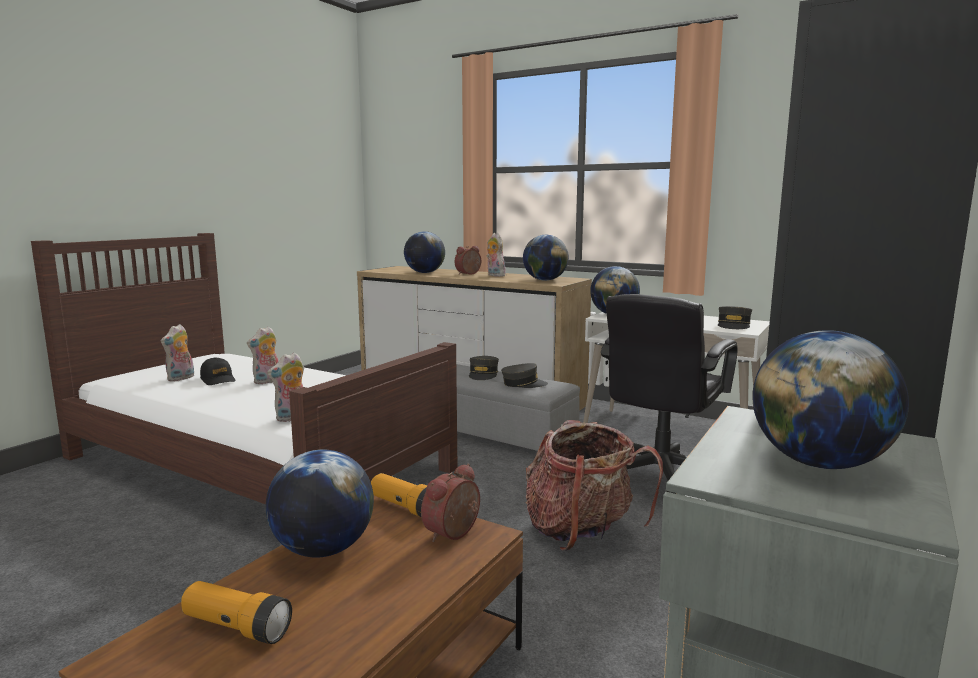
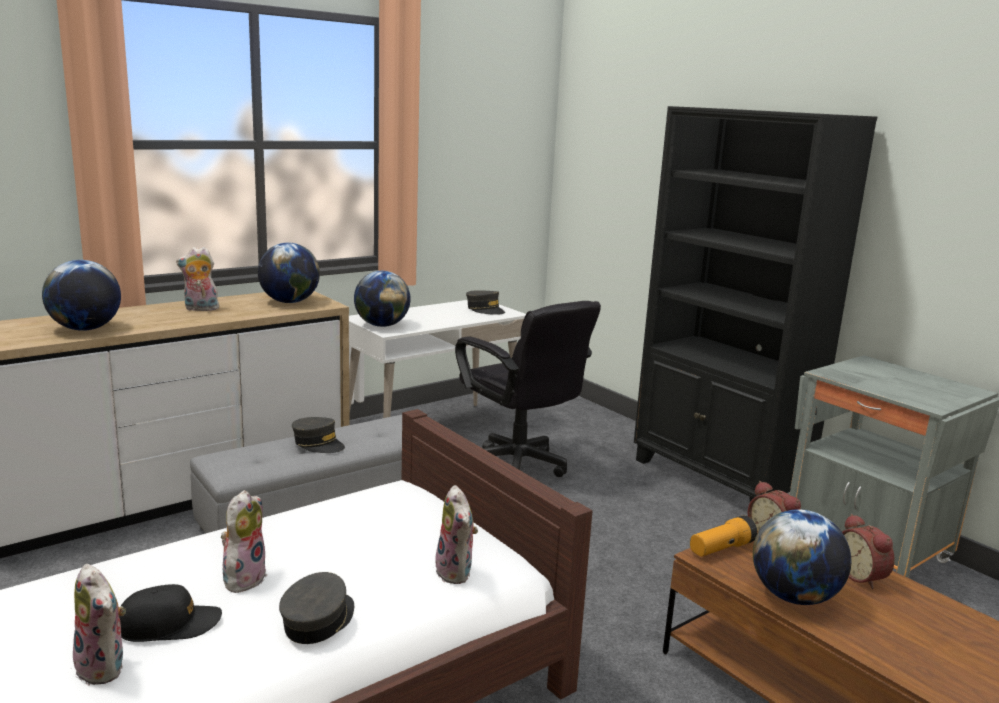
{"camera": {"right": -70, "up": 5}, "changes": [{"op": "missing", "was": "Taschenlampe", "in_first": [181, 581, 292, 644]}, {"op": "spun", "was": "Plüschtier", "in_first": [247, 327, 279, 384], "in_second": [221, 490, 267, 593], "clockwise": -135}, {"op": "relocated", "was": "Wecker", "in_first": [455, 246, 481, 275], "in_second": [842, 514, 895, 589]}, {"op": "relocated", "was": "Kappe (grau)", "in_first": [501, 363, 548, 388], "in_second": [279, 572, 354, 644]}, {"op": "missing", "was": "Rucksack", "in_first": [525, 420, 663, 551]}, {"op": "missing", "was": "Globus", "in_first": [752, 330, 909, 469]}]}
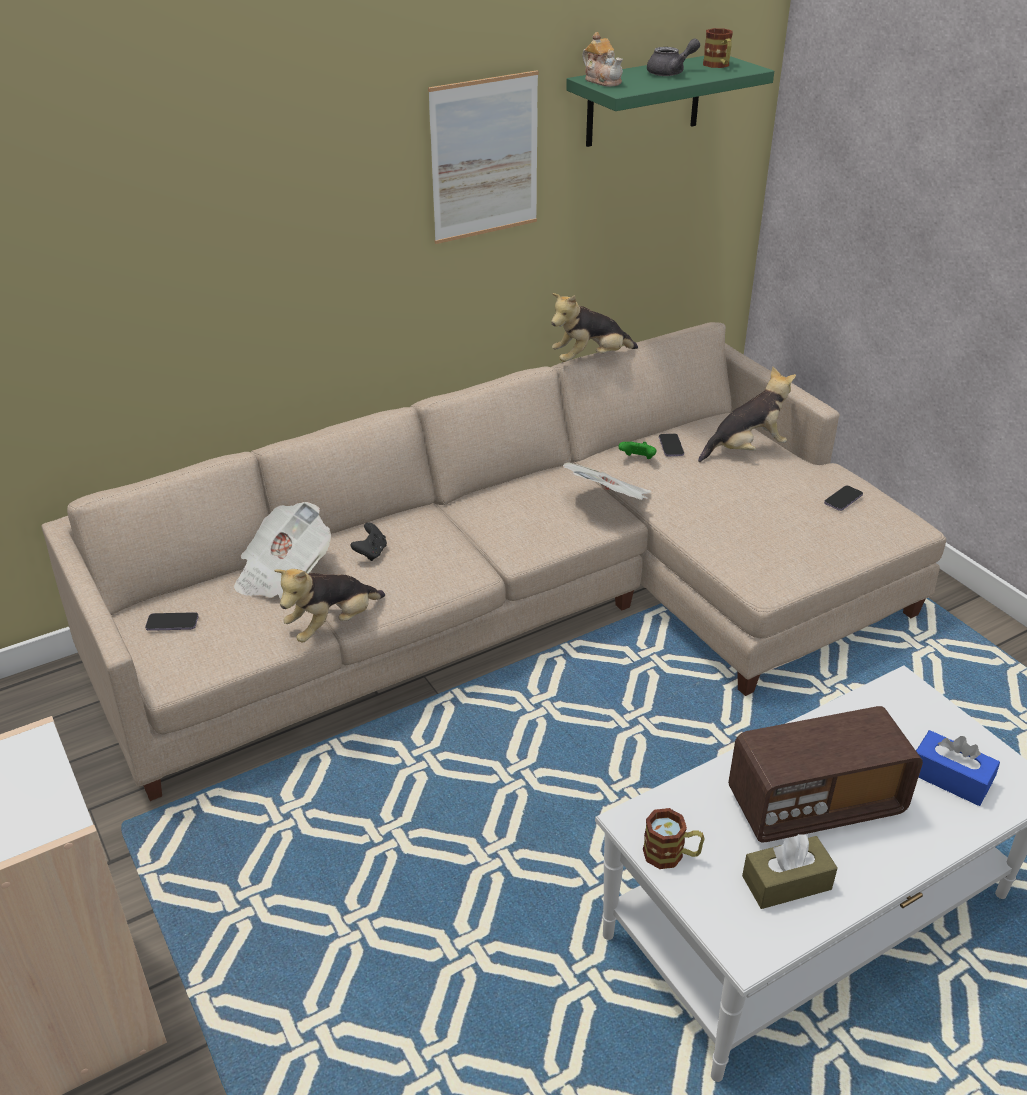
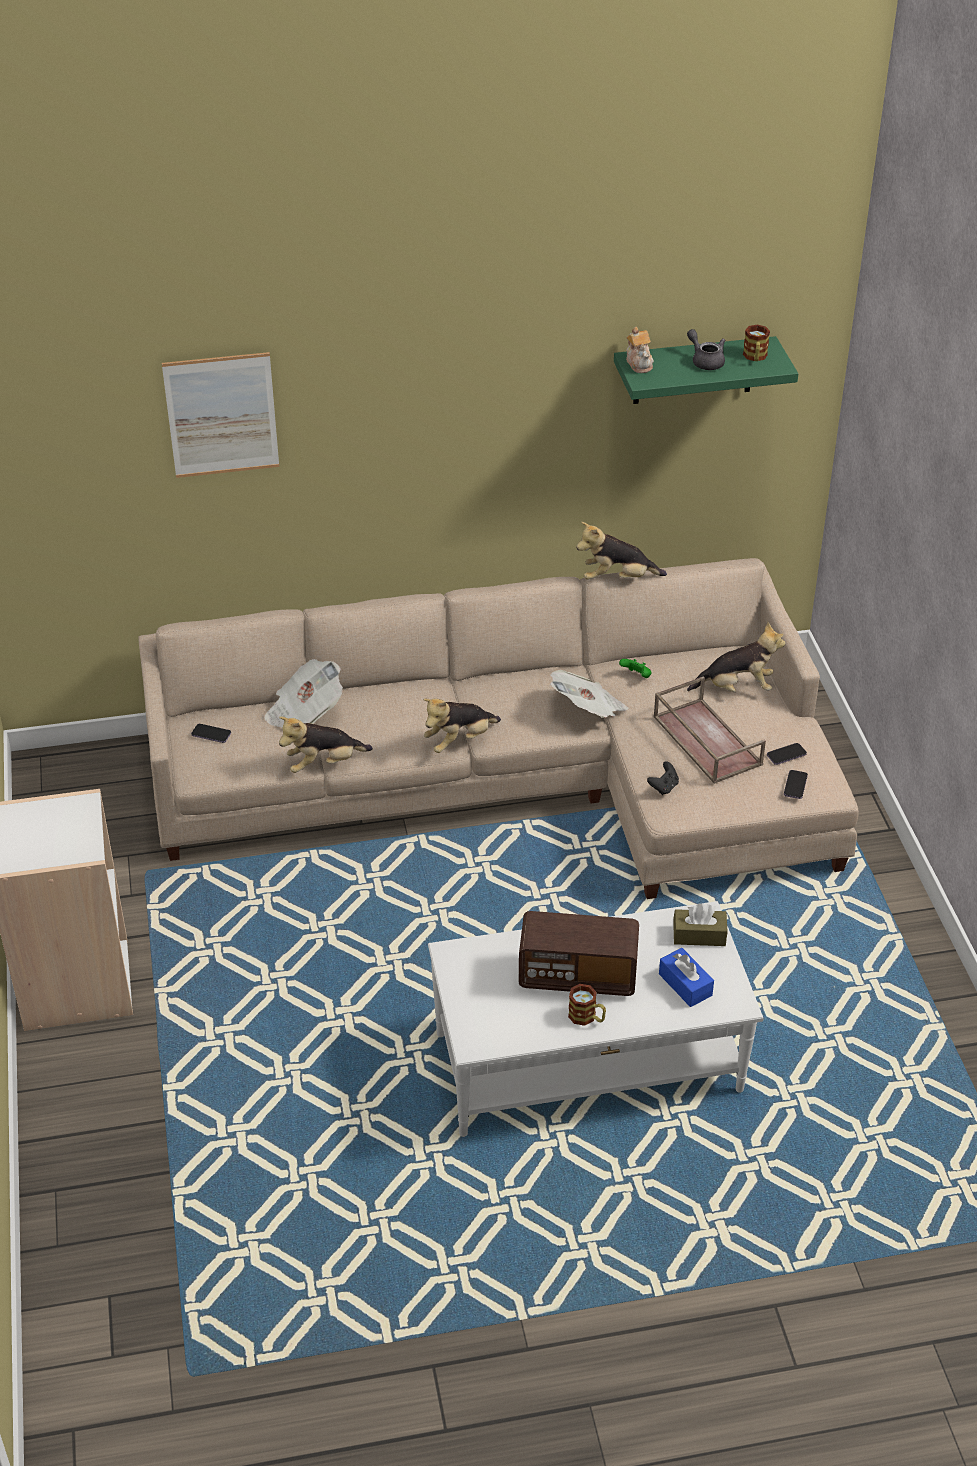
{"camera": {"right": 20, "up": 5}, "changes": [{"op": "relocated", "was": "Gamepad (schwarz)", "in_first": [350, 522, 387, 561], "in_second": [647, 761, 679, 795]}, {"op": "relocated", "was": "Bild", "in_first": [428, 70, 539, 244], "in_second": [162, 352, 279, 478]}, {"op": "relocated", "was": "Henkelbecher", "in_first": [643, 808, 705, 869], "in_second": [568, 984, 606, 1026]}, {"op": "spun", "was": "Teekanne (grau)", "in_first": [647, 38, 700, 76], "in_second": [687, 329, 725, 370], "clockwise": -120}, {"op": "relocated", "was": "Handy", "in_first": [659, 434, 684, 456], "in_second": [784, 770, 808, 799]}, {"op": "relocated", "was": "Taschentuchbox (braun)", "in_first": [742, 834, 838, 909], "in_second": [673, 903, 727, 946]}, {"op": "appeared", "now": "Plüschtier", "in_second": [423, 698, 501, 753]}, {"op": "appeared", "now": "Tablett (braun)", "in_second": [653, 676, 766, 784]}]}
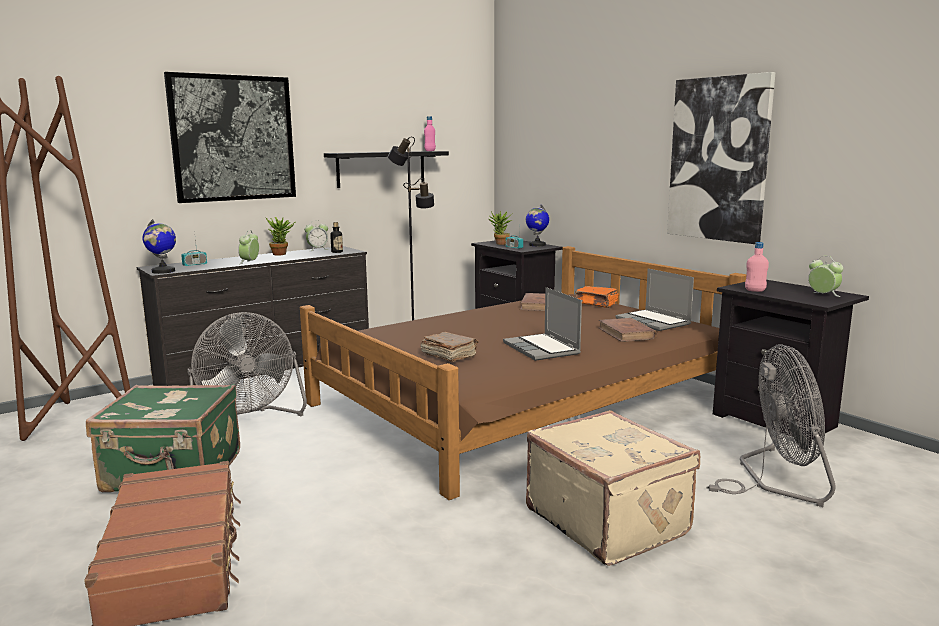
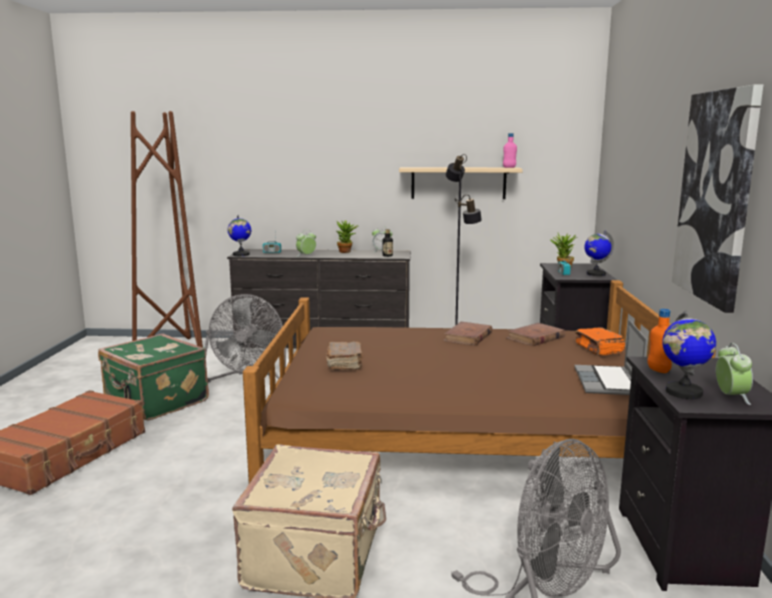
{"camera": {"right": 40, "up": 0}, "changes": [{"op": "missing", "was": "Bild", "in_first": [164, 72, 296, 203]}, {"op": "colour", "was": "Wandregal (schwarz)", "now": "Wandregal (beige)", "in_first": [324, 151, 449, 188], "in_second": [399, 167, 523, 199]}, {"op": "missing", "was": "Laptop", "in_first": [503, 287, 582, 361]}, {"op": "relocated", "was": "Buch (braun)", "in_first": [598, 318, 657, 342], "in_second": [443, 322, 492, 345]}, {"op": "colour", "was": "Flasche (rosa)", "now": "Flasche (orange)", "in_first": [745, 242, 769, 292], "in_second": [648, 309, 672, 373]}, {"op": "appeared", "now": "Globus", "in_second": [662, 310, 716, 399]}]}
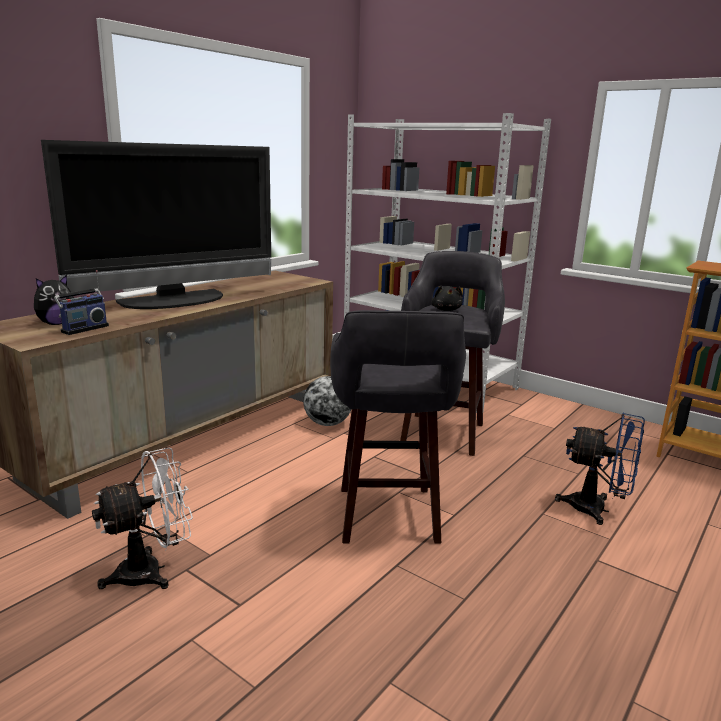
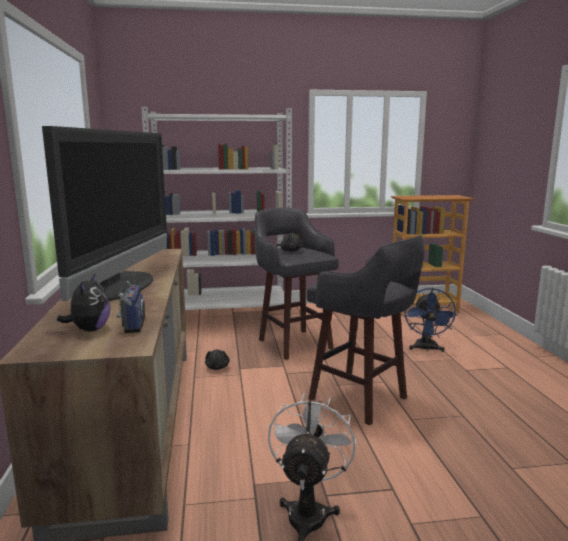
{"camera": {"right": -45, "up": -5}, "changes": [{"op": "exchanged", "was": "Globus", "now": "Plüschtier (schwarz)", "in_first": [303, 376, 352, 426], "in_second": [205, 350, 230, 370]}, {"op": "spun", "was": "Ventilator (blau)", "in_first": [555, 413, 645, 525], "in_second": [404, 288, 457, 352], "clockwise": 120}]}
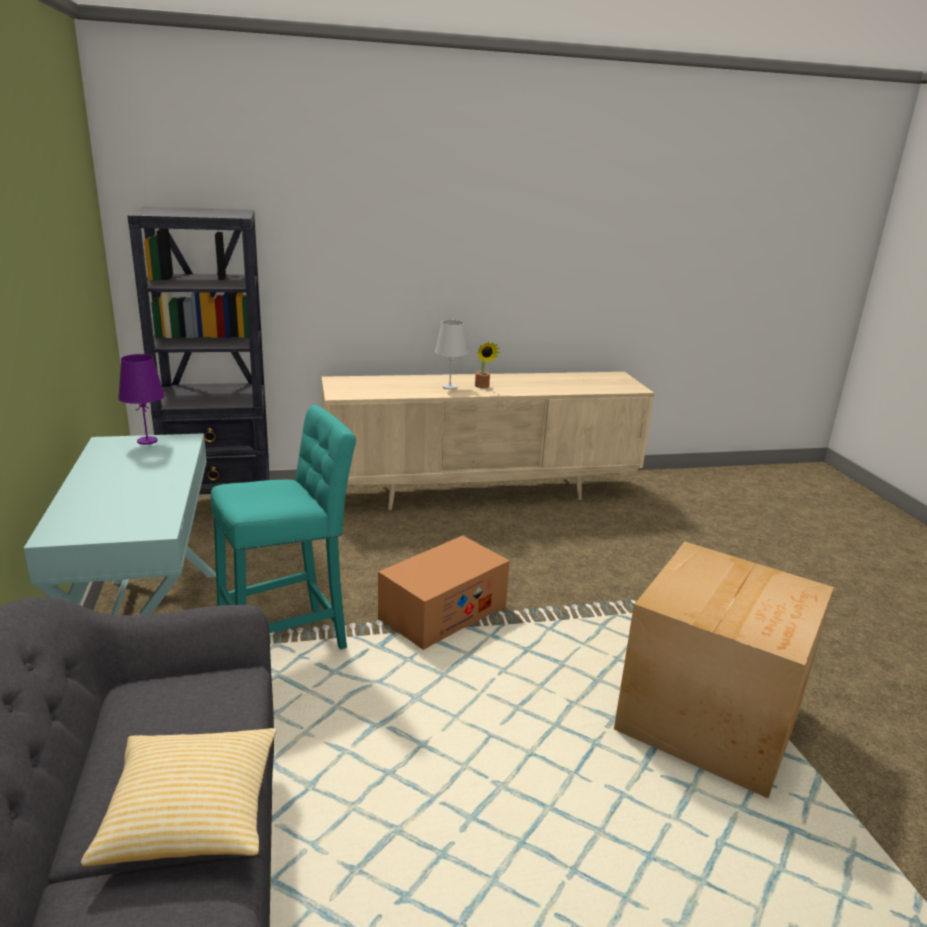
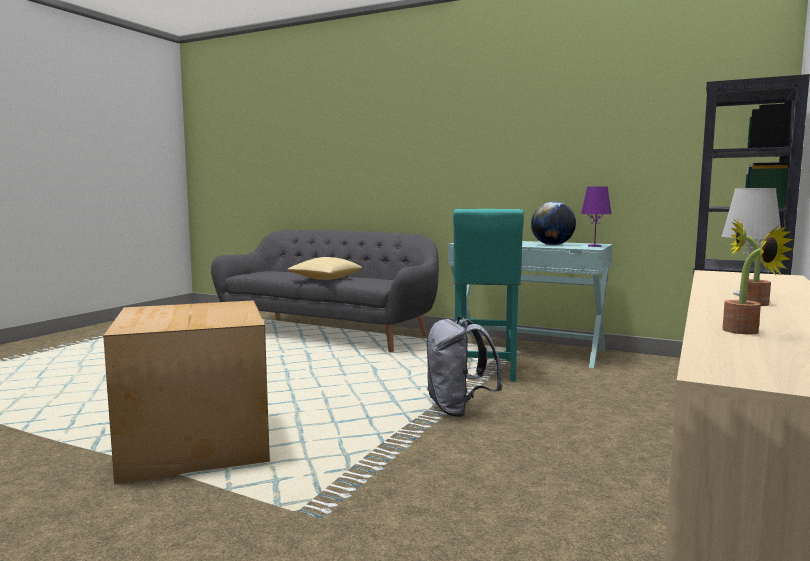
{"camera": {"right": 130, "up": -15}, "changes": [{"op": "exchanged", "was": "Karton", "now": "Rucksack (grau)", "in_first": [378, 536, 510, 650], "in_second": [426, 317, 502, 417]}, {"op": "appeared", "now": "Globus", "in_second": [531, 202, 576, 245]}, {"op": "appeared", "now": "Topfpflanze", "in_second": [722, 225, 793, 334]}]}
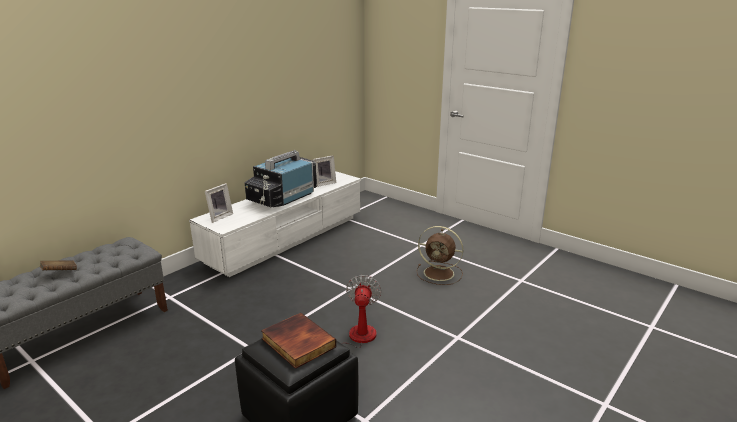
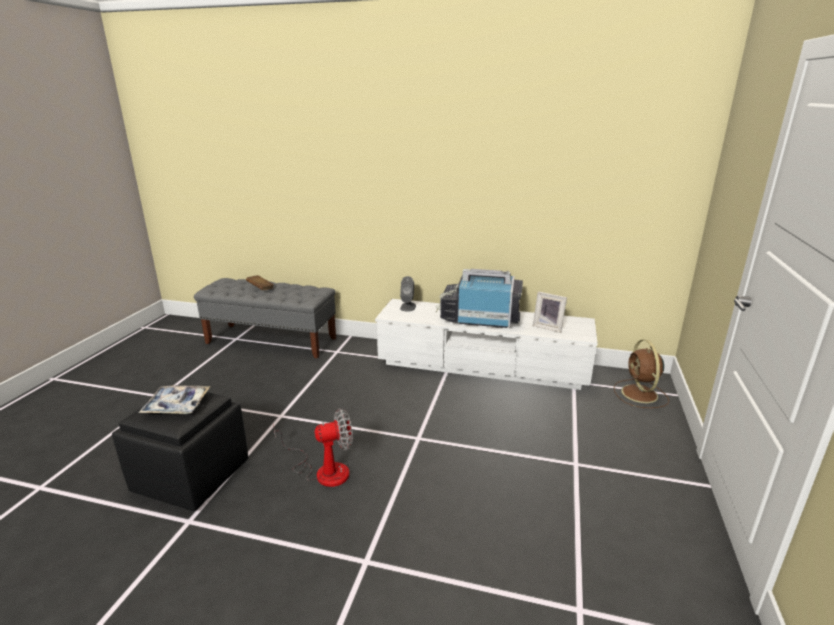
{"camera": {"right": 65, "up": 0}, "changes": [{"op": "exchanged", "was": "Bilderrahmen", "now": "Lautsprecher (grau)", "in_first": [205, 183, 233, 223], "in_second": [400, 276, 416, 312]}, {"op": "exchanged", "was": "Buch", "now": "Tablett", "in_first": [261, 313, 336, 369], "in_second": [139, 385, 210, 414]}, {"op": "relocated", "was": "Ventilator (braun)", "in_first": [417, 226, 464, 285], "in_second": [614, 340, 669, 408]}]}
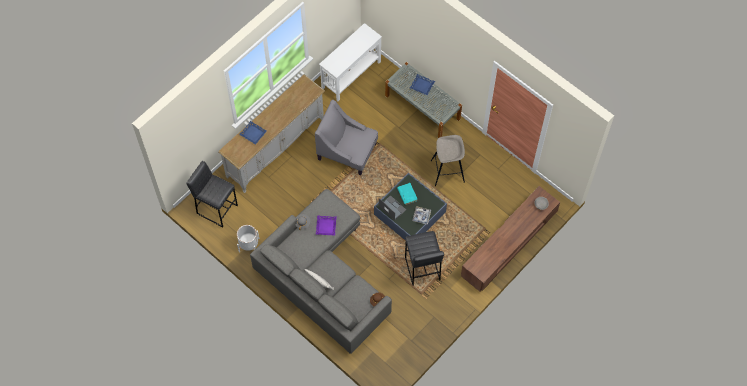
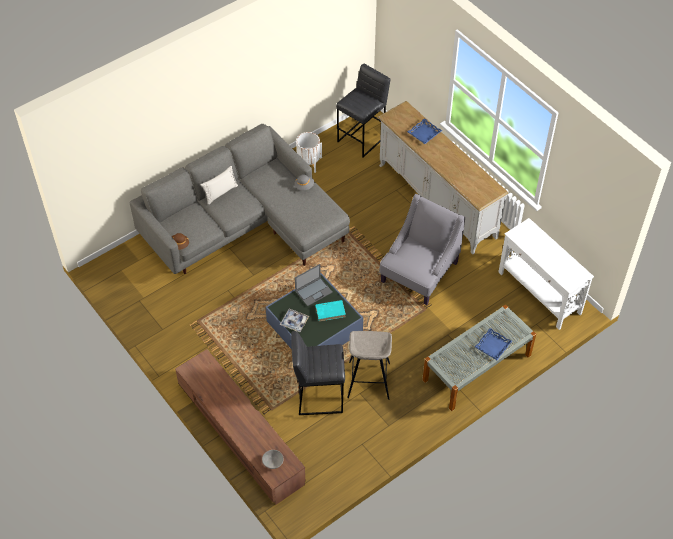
{"camera": {"right": 100, "up": -10}, "changes": [{"op": "missing", "was": "Tablett (lila)", "in_first": [316, 215, 337, 236]}, {"op": "relocated", "was": "Hocker (grau)", "in_first": [405, 231, 444, 286], "in_second": [291, 331, 345, 415]}]}
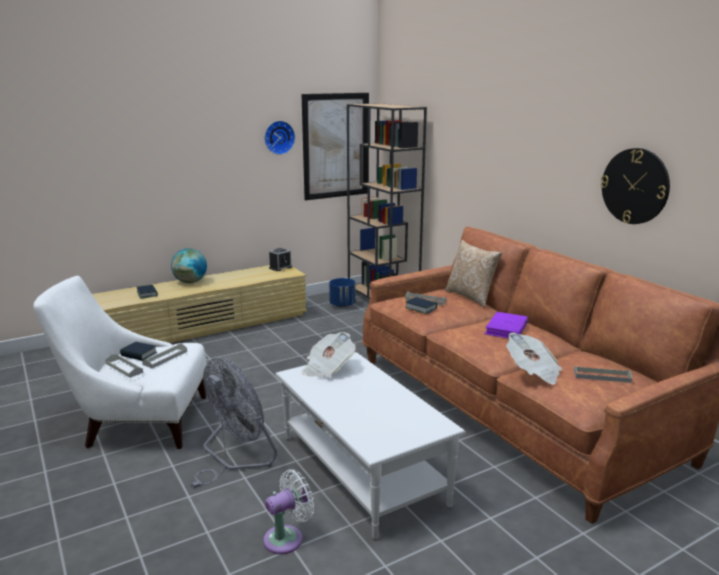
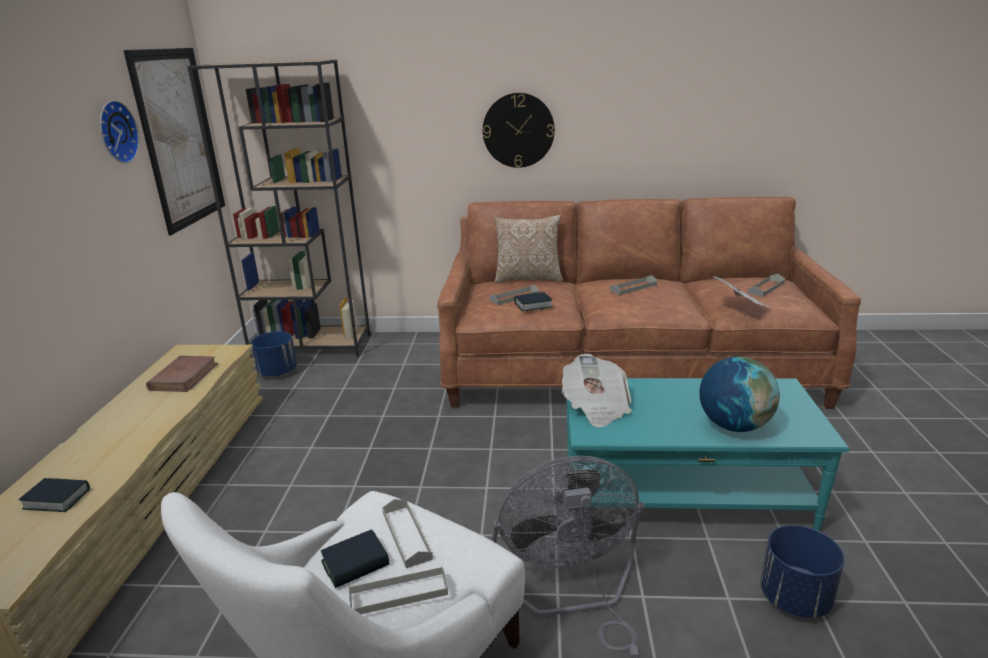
{"camera": {"right": -55, "up": 5}, "changes": [{"op": "relocated", "was": "Globus", "in_first": [171, 248, 207, 283], "in_second": [699, 357, 780, 432]}, {"op": "exchanged", "was": "Ventilator (weiß)", "now": "Pflanzkübel (blau)", "in_first": [263, 469, 314, 555], "in_second": [760, 525, 845, 618]}, {"op": "missing", "was": "Wecker", "in_first": [269, 248, 292, 271]}, {"op": "colour", "was": "Couchtisch (weiß)", "now": "Couchtisch (türkis)", "in_first": [276, 352, 465, 540], "in_second": [567, 378, 850, 532]}, {"op": "exchanged", "was": "Buch (lila)", "now": "Tablett (grau)", "in_first": [484, 312, 529, 338], "in_second": [610, 275, 657, 295]}, {"op": "relocated", "was": "Wanduhr", "in_first": [600, 148, 670, 224], "in_second": [483, 93, 555, 168]}, {"op": "appeared", "now": "Buch (braun)", "in_second": [146, 356, 218, 392]}]}
